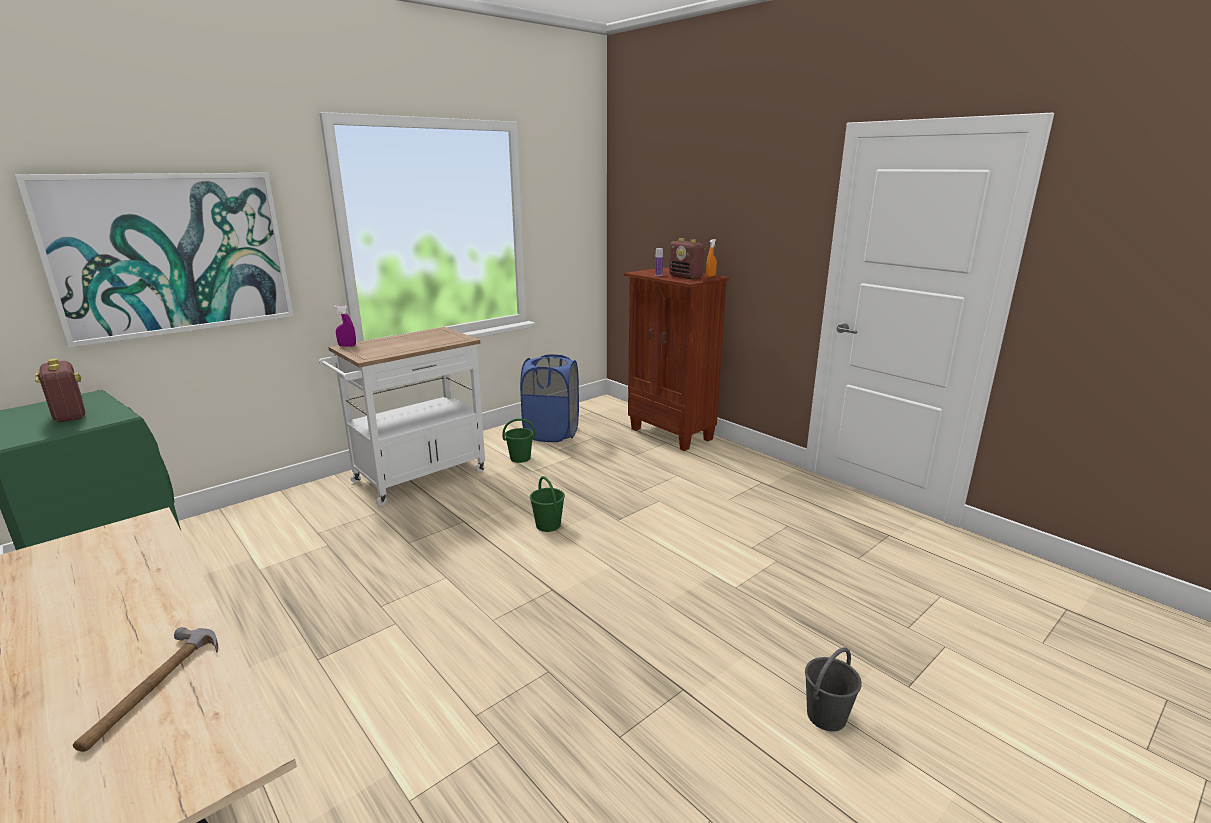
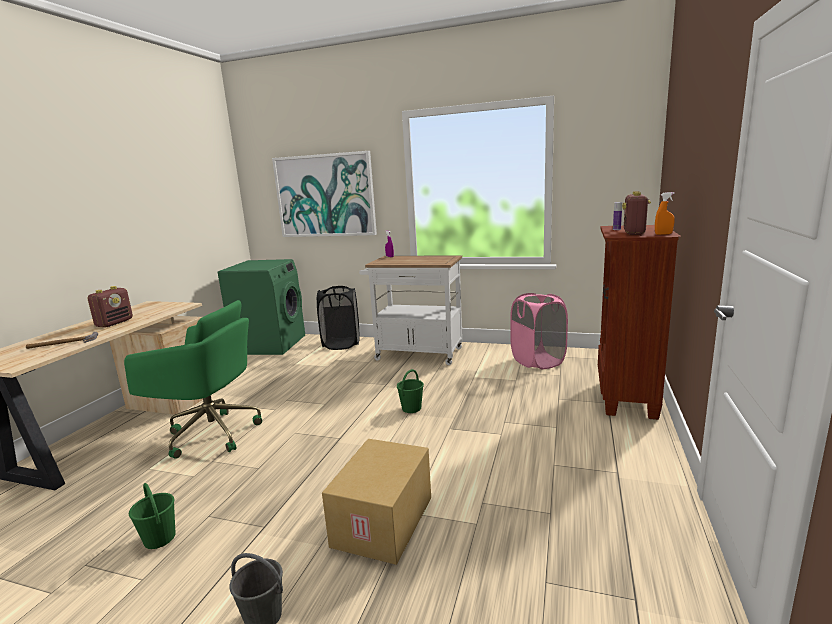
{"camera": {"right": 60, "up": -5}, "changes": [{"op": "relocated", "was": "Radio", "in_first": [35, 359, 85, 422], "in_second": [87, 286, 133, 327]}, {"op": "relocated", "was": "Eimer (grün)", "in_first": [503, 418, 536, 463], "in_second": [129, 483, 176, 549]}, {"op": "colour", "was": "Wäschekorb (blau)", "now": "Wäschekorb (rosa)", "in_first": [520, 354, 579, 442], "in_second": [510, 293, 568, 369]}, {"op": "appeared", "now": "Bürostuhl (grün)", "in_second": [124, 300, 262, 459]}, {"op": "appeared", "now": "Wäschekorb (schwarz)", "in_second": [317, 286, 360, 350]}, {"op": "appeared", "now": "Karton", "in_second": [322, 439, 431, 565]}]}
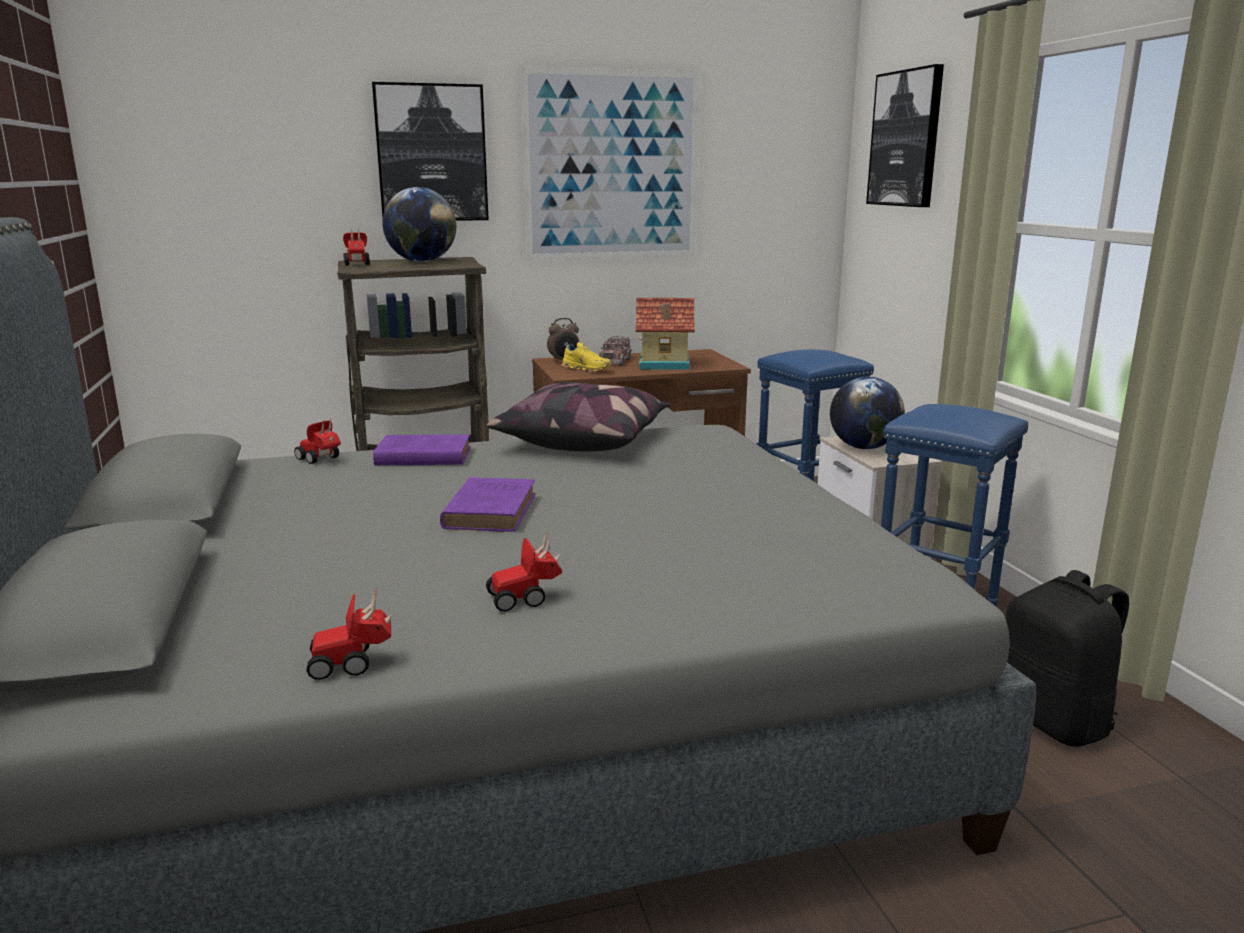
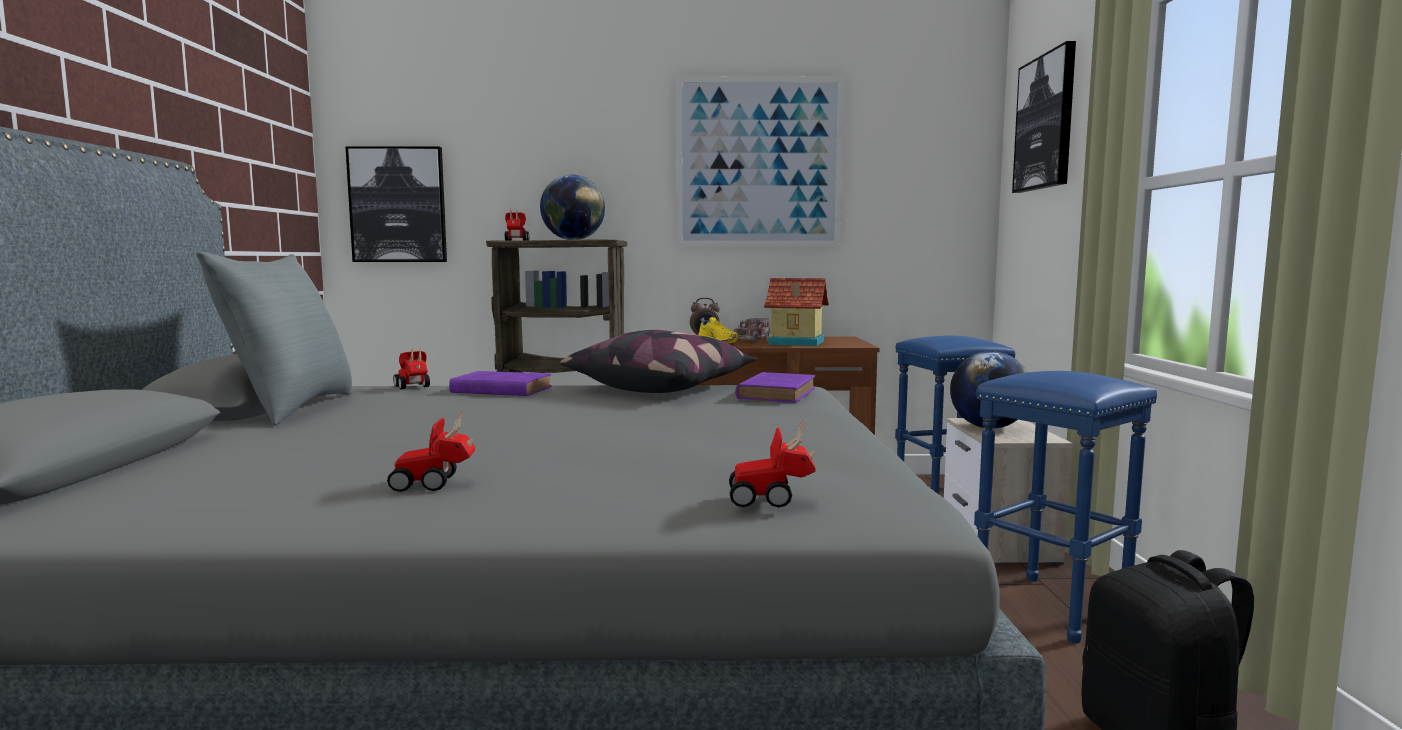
{"camera": {"right": 15, "up": -10}, "changes": [{"op": "relocated", "was": "Spielzeugauto", "in_first": [306, 588, 392, 680], "in_second": [729, 419, 816, 507]}, {"op": "relocated", "was": "Bild", "in_first": [372, 82, 489, 221], "in_second": [345, 146, 447, 262]}, {"op": "relocated", "was": "Buch (lila)", "in_first": [440, 477, 536, 532], "in_second": [736, 372, 815, 403]}, {"op": "appeared", "now": "Kissen (grau)", "in_second": [196, 252, 353, 425]}]}
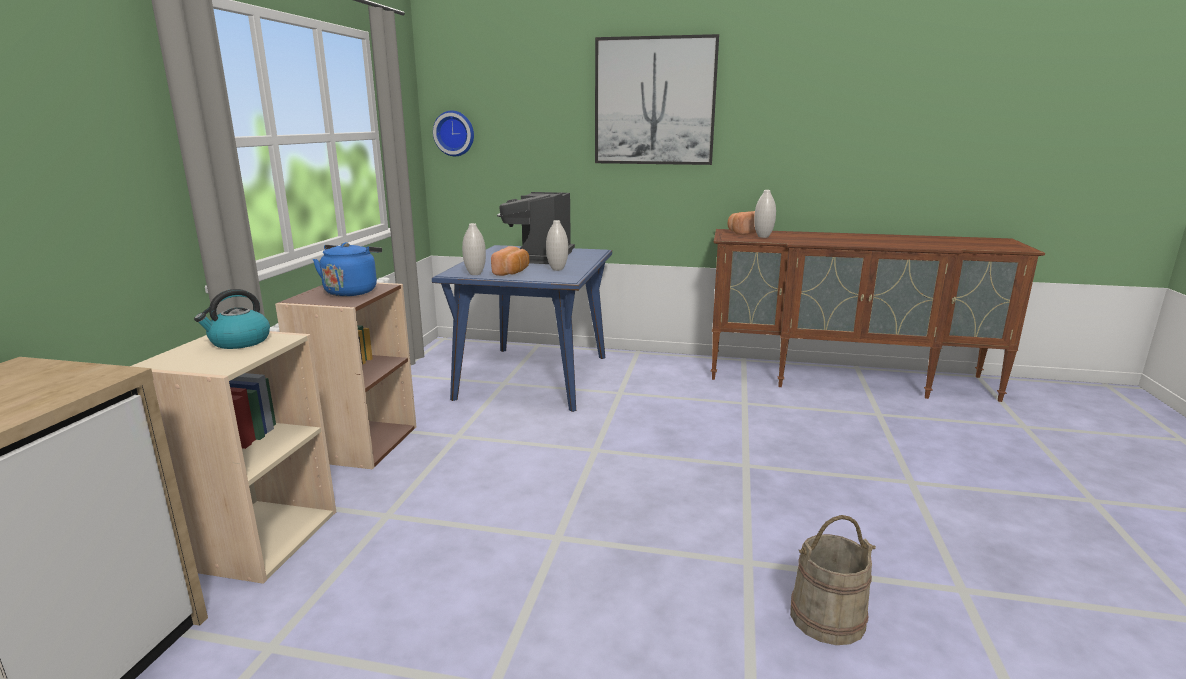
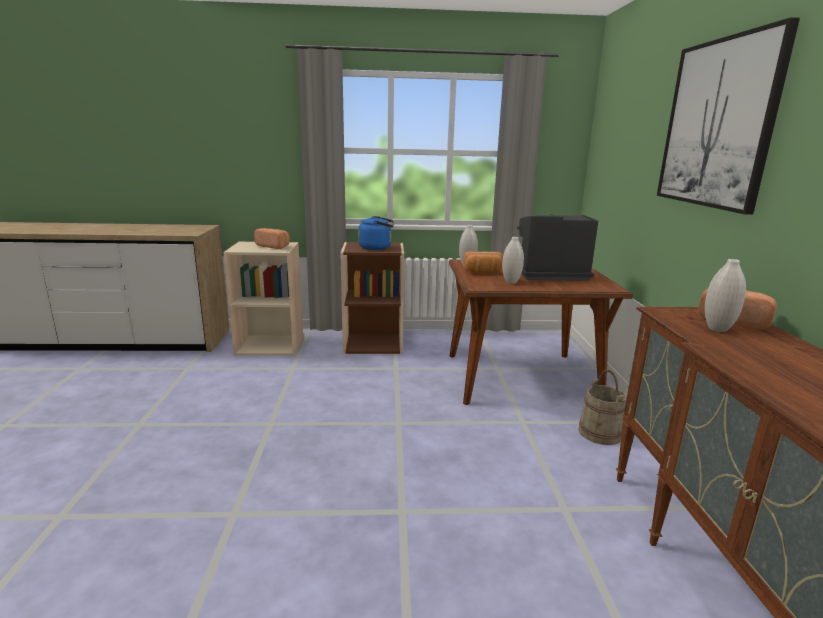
{"camera": {"right": 75, "up": 0}, "changes": [{"op": "exchanged", "was": "Wasserkessel", "now": "Brot", "in_first": [194, 289, 270, 349], "in_second": [254, 228, 290, 249]}, {"op": "colour", "was": "Esstisch (blau)", "now": "Esstisch (braun)", "in_first": [432, 245, 612, 412], "in_second": [449, 259, 633, 405]}, {"op": "missing", "was": "Wanduhr", "in_first": [433, 111, 474, 156]}, {"op": "relocated", "was": "Eimer (beige)", "in_first": [790, 515, 876, 645], "in_second": [578, 369, 627, 445]}]}
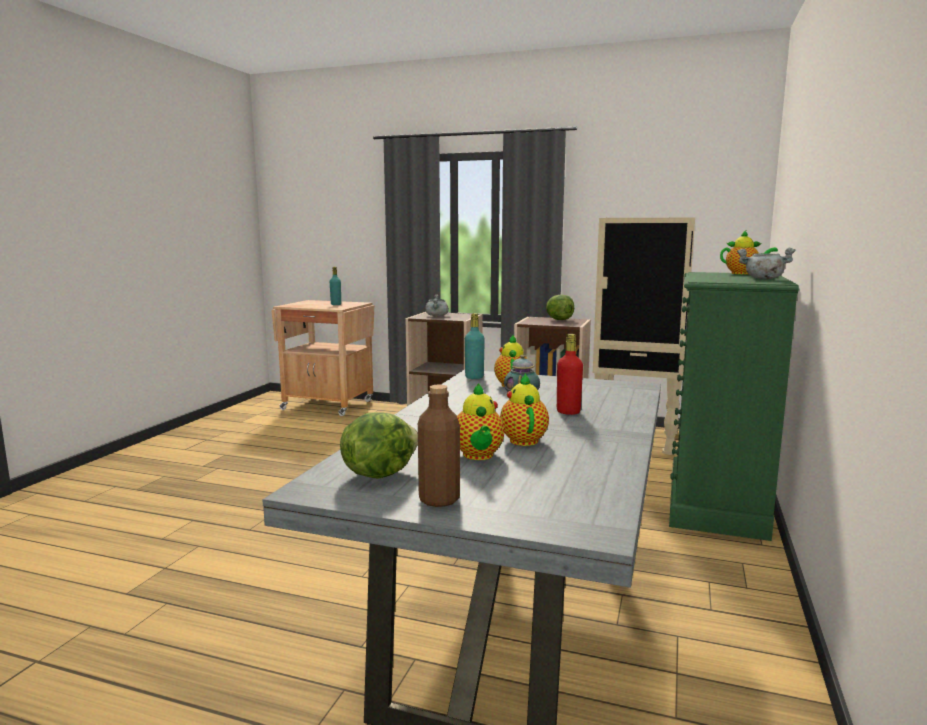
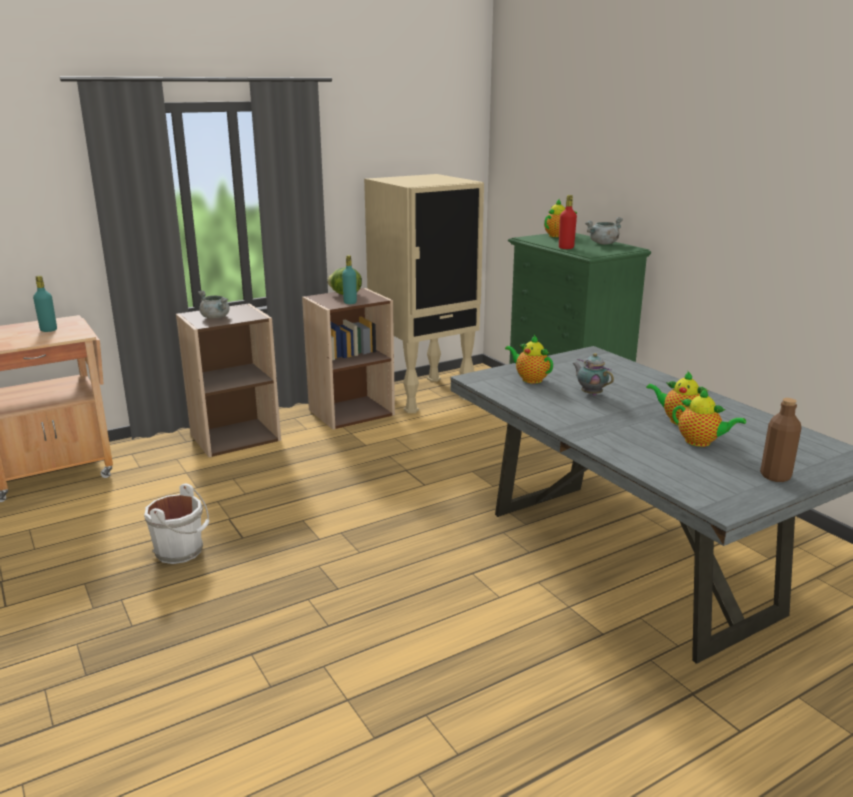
{"camera": {"right": -50, "up": 10}, "changes": [{"op": "missing", "was": "Salatkopf", "in_first": [340, 412, 418, 479]}, {"op": "relocated", "was": "Flasche (türkis)", "in_first": [465, 313, 485, 379], "in_second": [342, 255, 357, 304]}, {"op": "relocated", "was": "Flasche (rot)", "in_first": [557, 334, 583, 415], "in_second": [559, 195, 577, 249]}, {"op": "appeared", "now": "Eimer (weiß)", "in_second": [144, 484, 210, 564]}]}
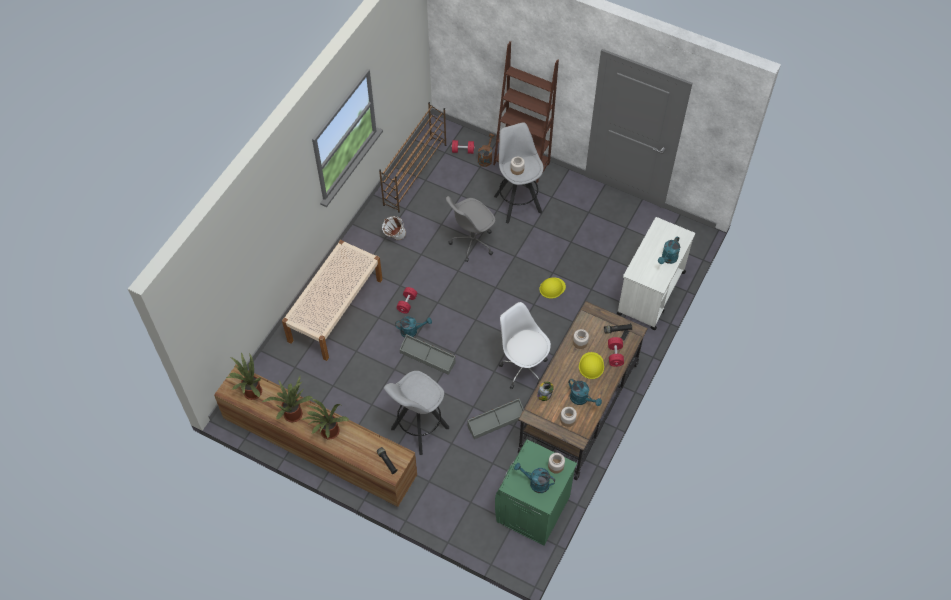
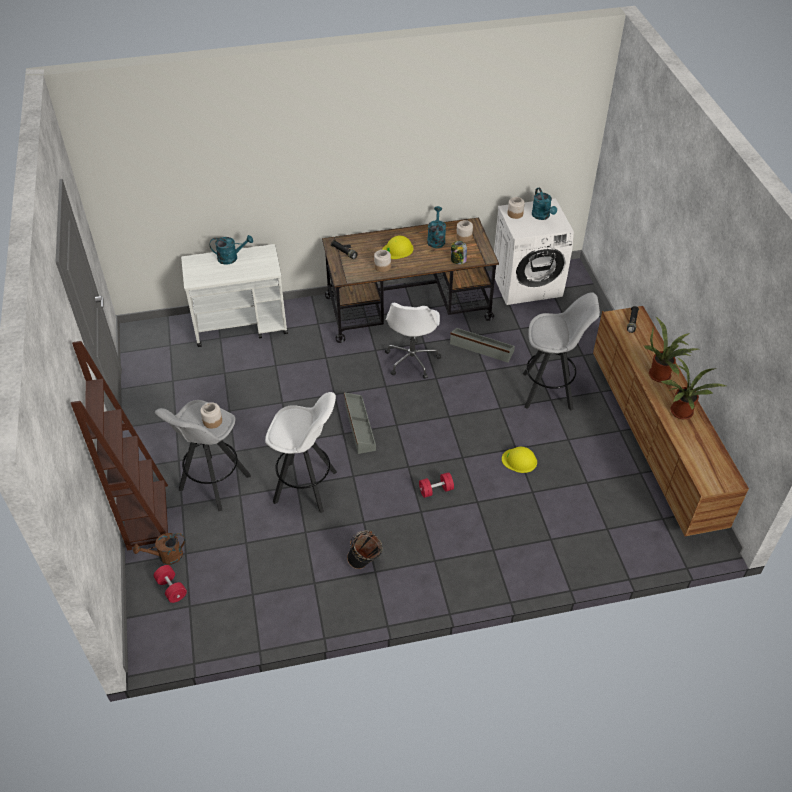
{"camera": {"right": -130, "up": -10}, "changes": [{"op": "missing", "was": "Topfpflanze", "in_first": [226, 353, 262, 400]}, {"op": "missing", "was": "Bank (beige)", "in_first": [282, 240, 383, 361]}, {"op": "missing", "was": "Schuhregal (braun)", "in_first": [379, 102, 446, 213]}, {"op": "colour", "was": "Eimer (weiß)", "now": "Eimer (schwarz)", "in_first": [382, 216, 406, 240], "in_second": [347, 531, 382, 569]}, {"op": "missing", "was": "Gießkanne (türkis)", "in_first": [395, 316, 432, 338]}, {"op": "relocated", "was": "Aufbewahrungsbox (grau)", "in_first": [399, 334, 455, 375], "in_second": [344, 392, 376, 454]}, {"op": "exchanged", "was": "Bürostuhl (grau)", "now": "Hocker (weiß)", "in_first": [446, 196, 495, 262], "in_second": [265, 392, 337, 513]}, {"op": "colour", "was": "Waschmaschine (grün)", "now": "Waschmaschine (weiß)", "in_first": [495, 439, 577, 546], "in_second": [492, 198, 574, 305]}, {"op": "relocated", "was": "Schutzhelm (gelb)", "in_first": [540, 278, 566, 299], "in_second": [502, 447, 537, 473]}, {"op": "missing", "was": "Hantel (rot)", "in_first": [608, 337, 624, 367]}]}
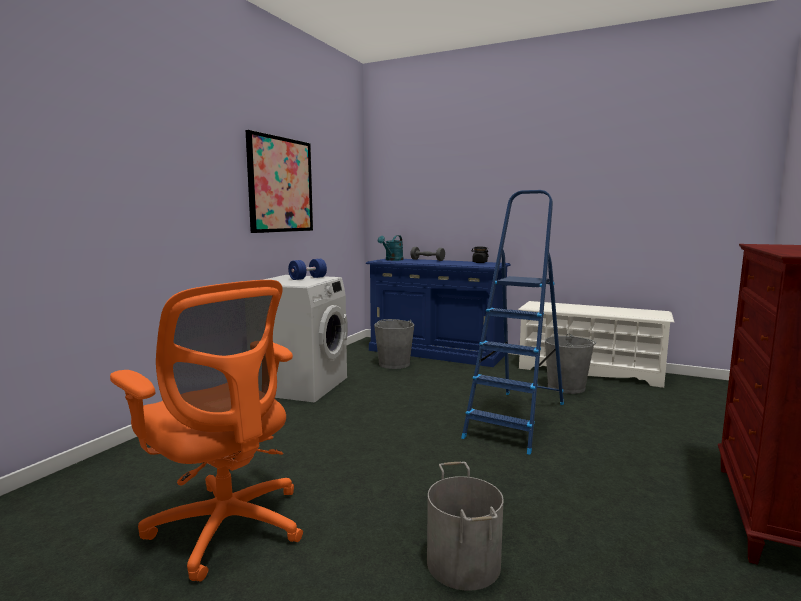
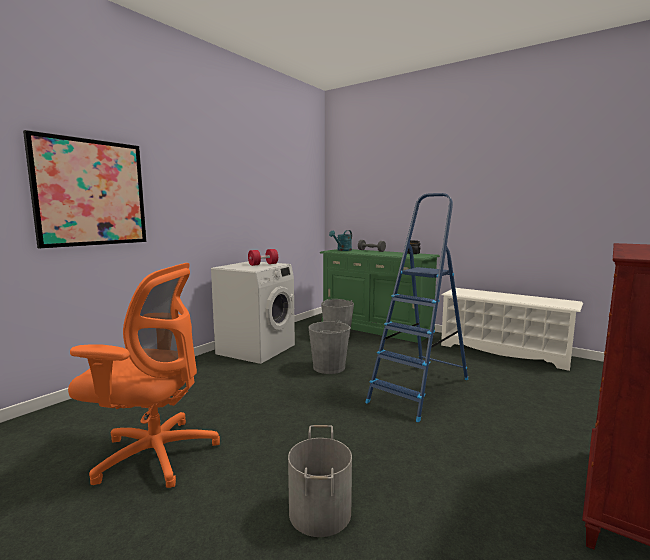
{"camera": {"right": 10, "up": 0}, "changes": [{"op": "spun", "was": "Bürostuhl (orange)", "in_first": [110, 280, 303, 581], "in_second": [68, 263, 220, 488], "clockwise": -45}, {"op": "relocated", "was": "Bild", "in_first": [246, 130, 313, 233], "in_second": [23, 130, 146, 248]}, {"op": "colour", "was": "Hantel (blau)", "now": "Hantel (rot)", "in_first": [288, 259, 327, 280], "in_second": [248, 249, 278, 266]}, {"op": "colour", "was": "Schrank (blau)", "now": "Schrank (grün)", "in_first": [366, 259, 511, 367], "in_second": [320, 249, 440, 343]}, {"op": "relocated", "was": "Eimer (grau)", "in_first": [545, 334, 596, 394], "in_second": [308, 320, 351, 374]}]}
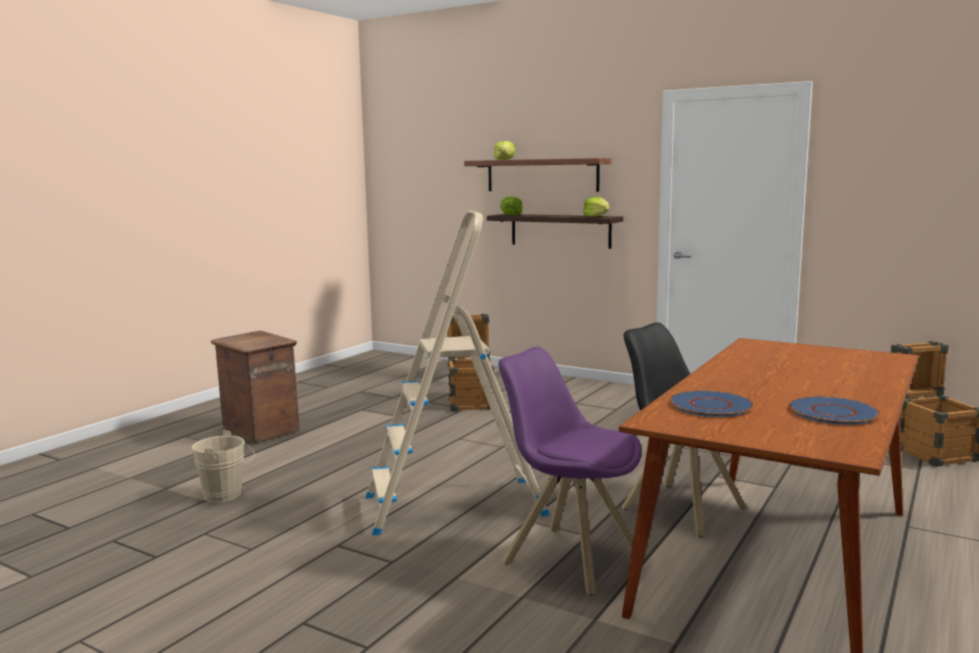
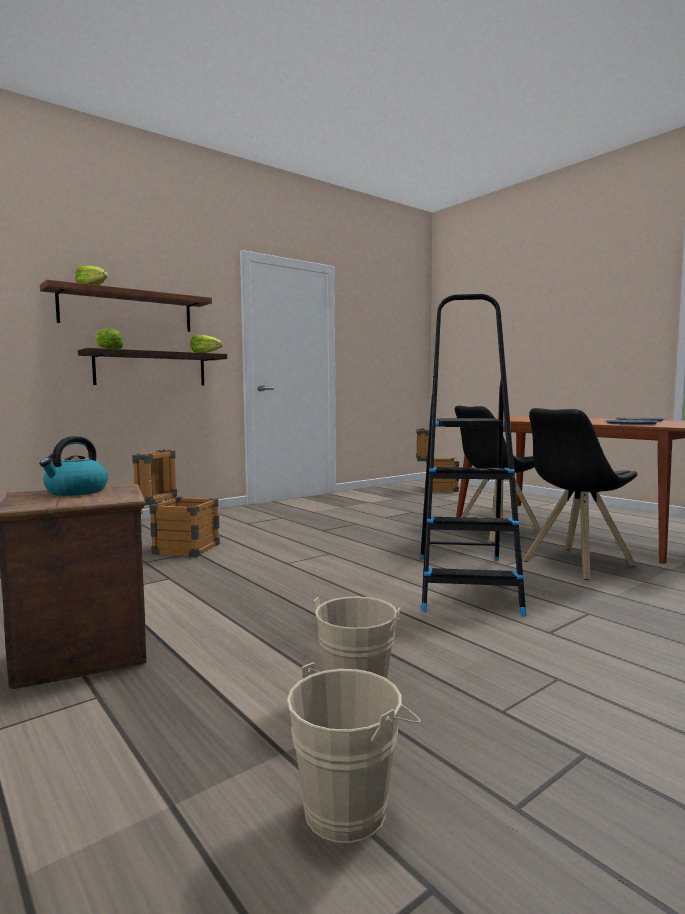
{"camera": {"right": -70, "up": -5}, "changes": [{"op": "colour", "was": "Trittleiter (beige)", "now": "Trittleiter (schwarz)", "in_first": [365, 210, 550, 535], "in_second": [420, 294, 526, 616]}, {"op": "colour", "was": "Stuhl (lila)", "now": "Stuhl (schwarz)", "in_first": [499, 347, 642, 595], "in_second": [523, 408, 637, 580]}, {"op": "appeared", "now": "Wasserkessel", "in_second": [39, 436, 108, 496]}, {"op": "appeared", "now": "Eimer (beige)", "in_second": [287, 662, 421, 843]}]}
